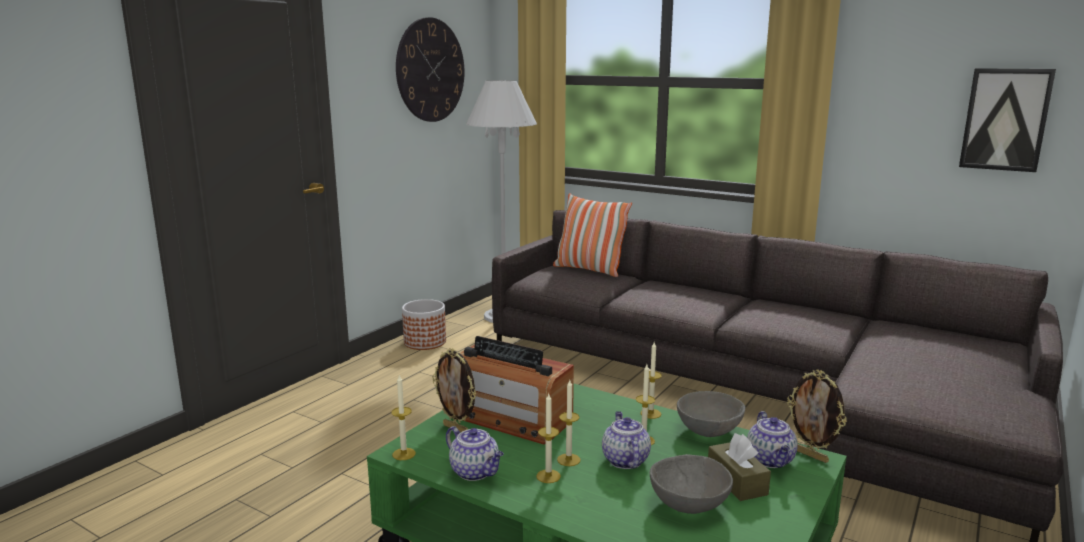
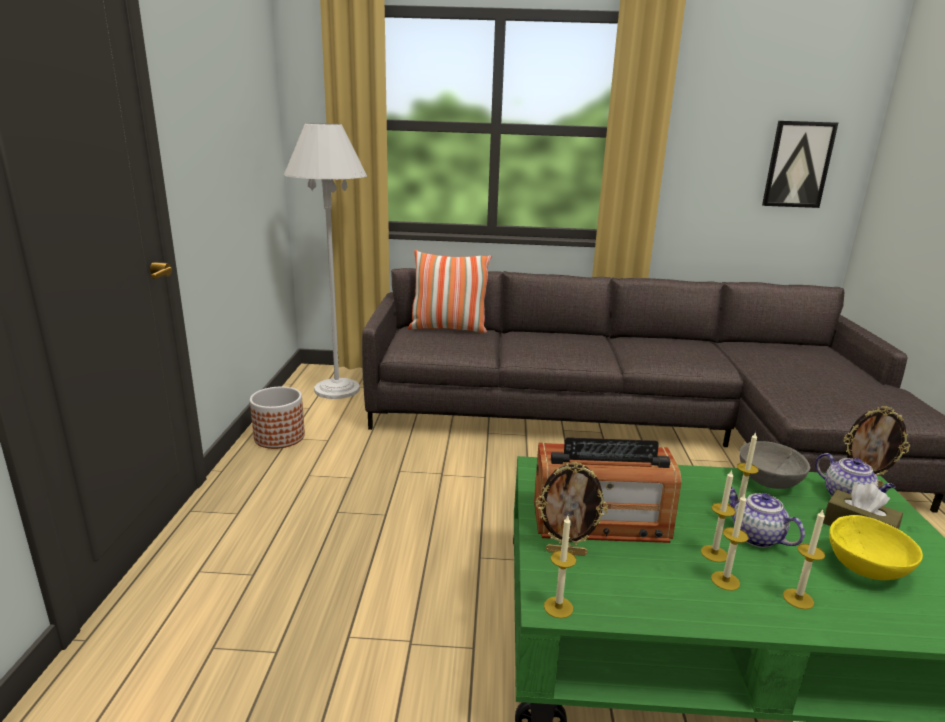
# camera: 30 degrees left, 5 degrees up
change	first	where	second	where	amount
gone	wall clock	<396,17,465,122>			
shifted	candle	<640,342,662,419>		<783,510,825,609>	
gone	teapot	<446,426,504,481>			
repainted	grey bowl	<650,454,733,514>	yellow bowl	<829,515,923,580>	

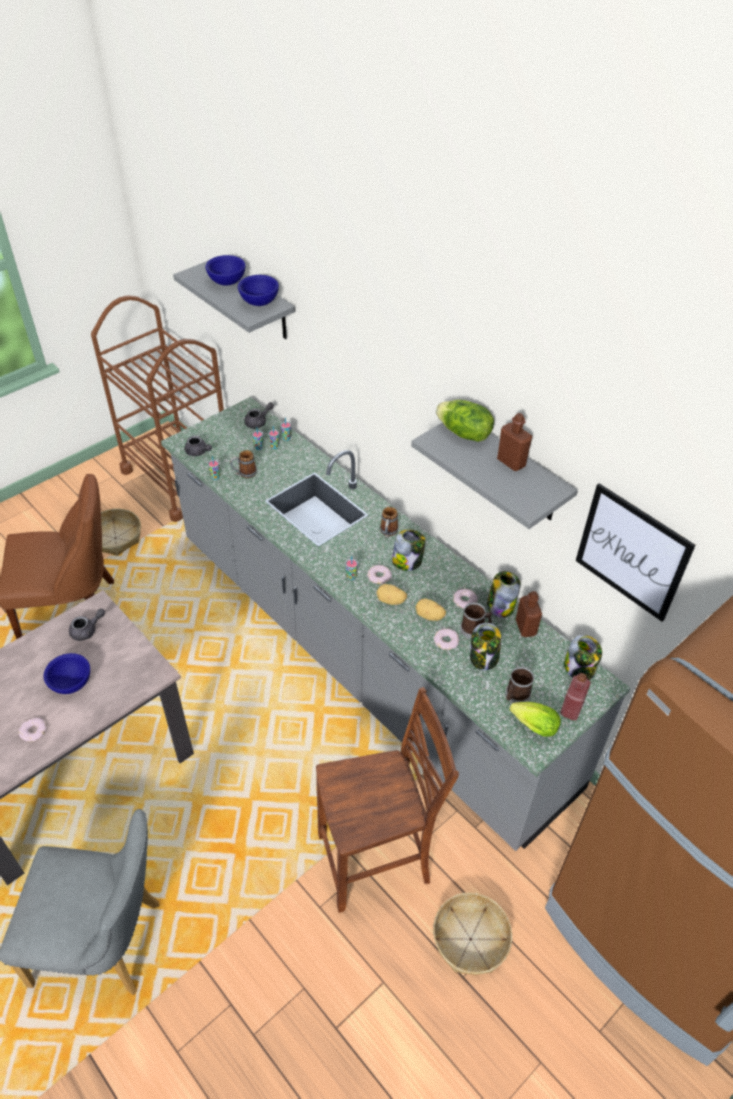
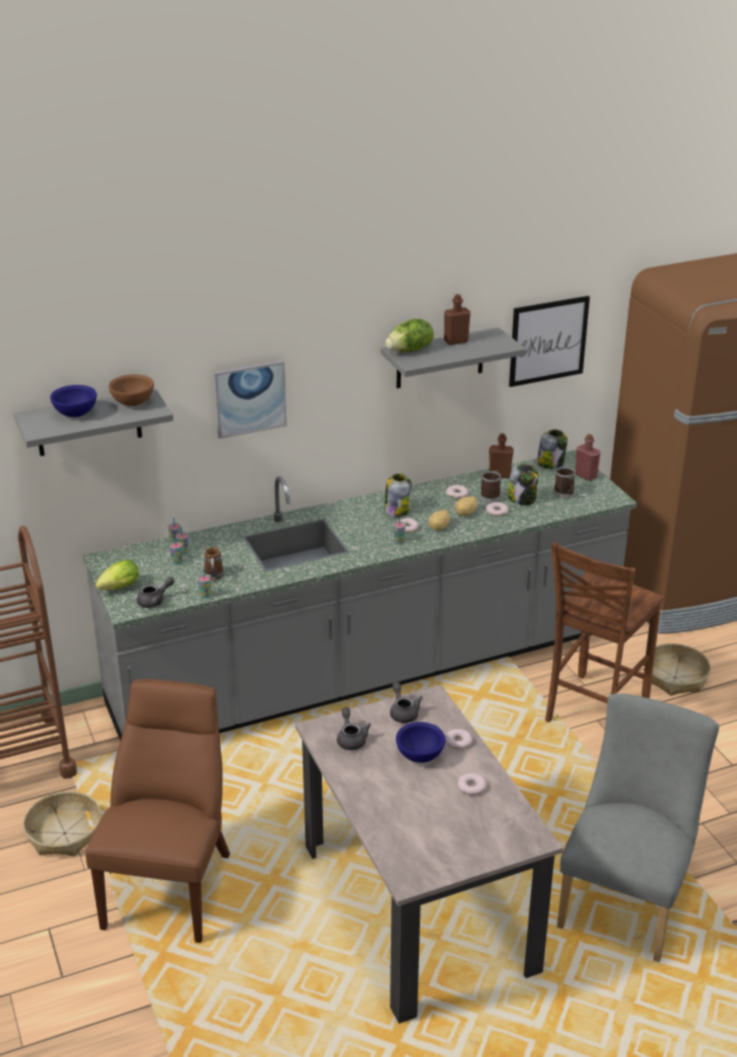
# camera: 70 degrees left, 15 degrees down
change	first	where	second	where	amount
repainted	blue bowl	<238,275,279,306>	brown bowl	<109,374,154,406>	
shifted	grey teapot	<244,402,274,429>		<390,682,423,723>	
gone	mug	<380,507,398,538>			
gone	jar	<487,571,521,618>			
rotated	brown chair	<316,687,459,913>		<545,542,663,722>	150 degrees counterclockwise
shifted	lettuce	<509,702,561,737>		<95,560,139,590>	
new			picture	<214,360,287,439>	
new			donut	<445,729,473,749>	

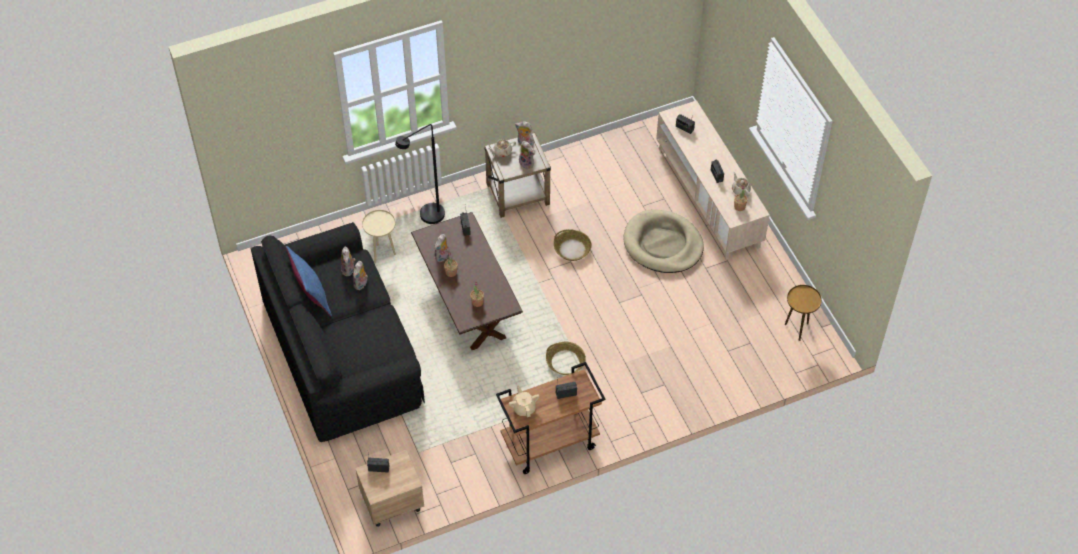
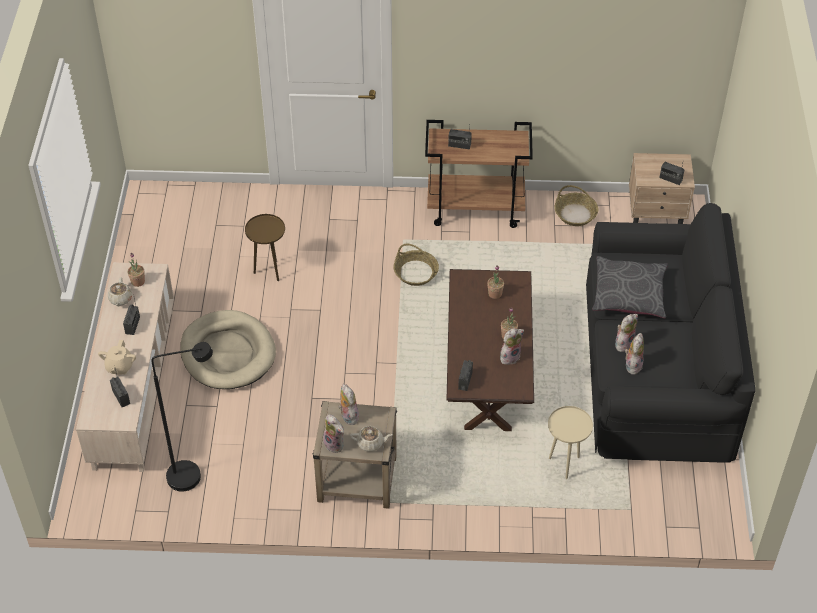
# camera: 155 degrees left, 5 degrees down
change	first	where	second	where	amount
shifted	black floor lamp	<395,124,445,224>		<151,342,213,492>	
shifted	basket	<554,229,592,261>		<555,185,598,226>	
gone	blue pillow	<286,246,332,316>			
shifted	brown side table	<785,285,822,341>		<245,214,285,281>	
shifted	beige teapot	<508,385,539,417>		<98,340,136,375>	
new			grey pillow	<592,256,668,318>	

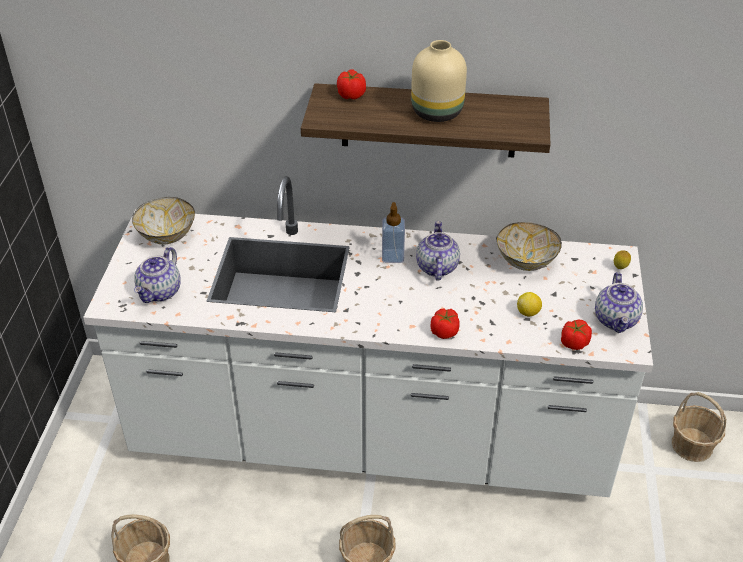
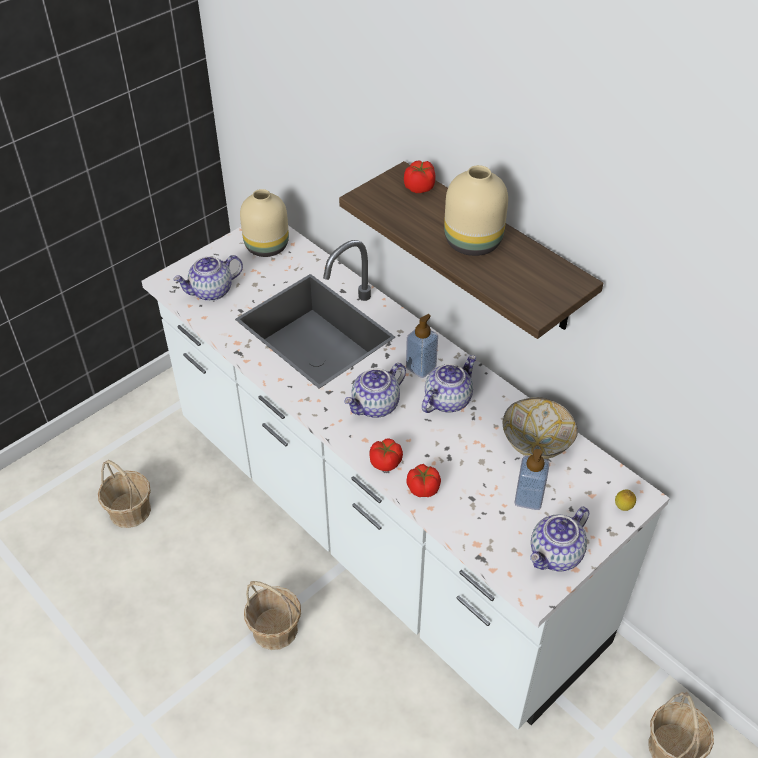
# camera: 40 degrees right, 5 degrees up
change	first	where	second	where	amount
swapped	bowl	<132,197,195,245>	beige vase	<240,189,289,257>	
gone	lemon	<517,292,542,317>			
shifted	tomato	<561,320,592,350>		<406,464,441,497>	
new			teapot	<344,363,406,418>	
new			soap dispenser	<514,449,550,510>	

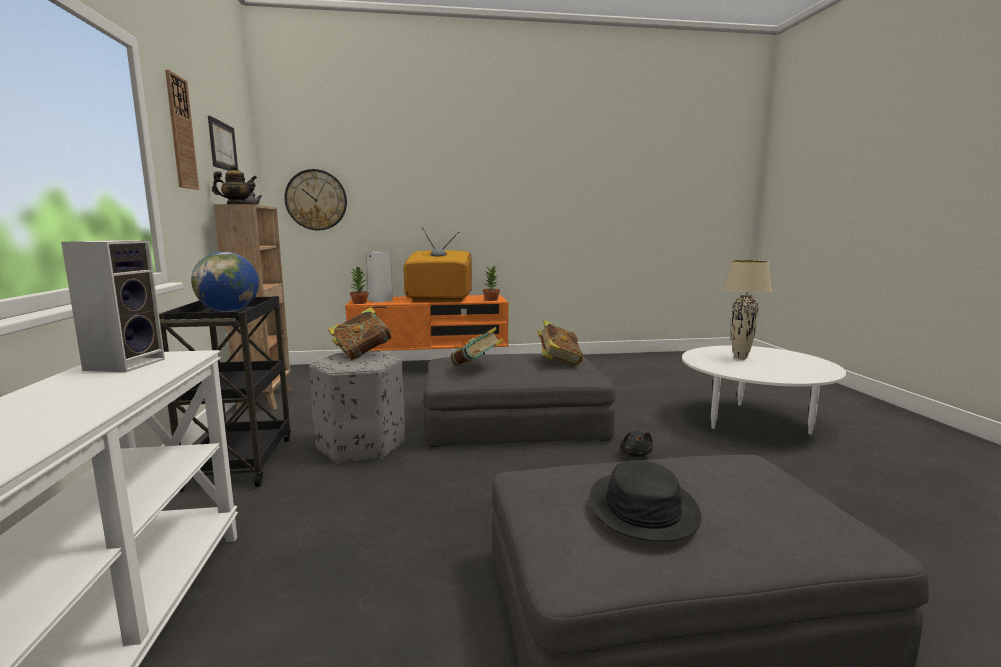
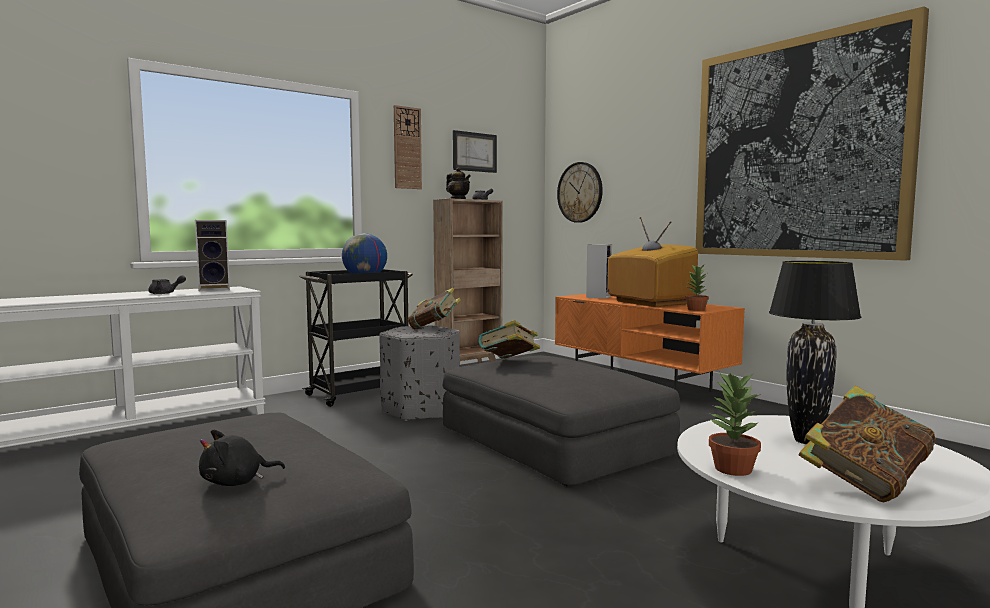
# camera: 60 degrees right, 5 degrees down
change	first	where	second	where	amount
repainted	beige table lamp	<723,260,772,360>	black table lamp	<769,261,861,444>	
shifted	potted plant	<350,266,369,304>		<709,372,761,476>	
shifted	book	<537,320,583,366>		<799,385,935,503>	
shifted	black plush toy	<620,430,653,457>		<199,430,285,486>	
gone	black hat	<589,460,702,541>			
new			picture	<696,6,929,261>	
new			grey teapot	<148,275,186,294>	

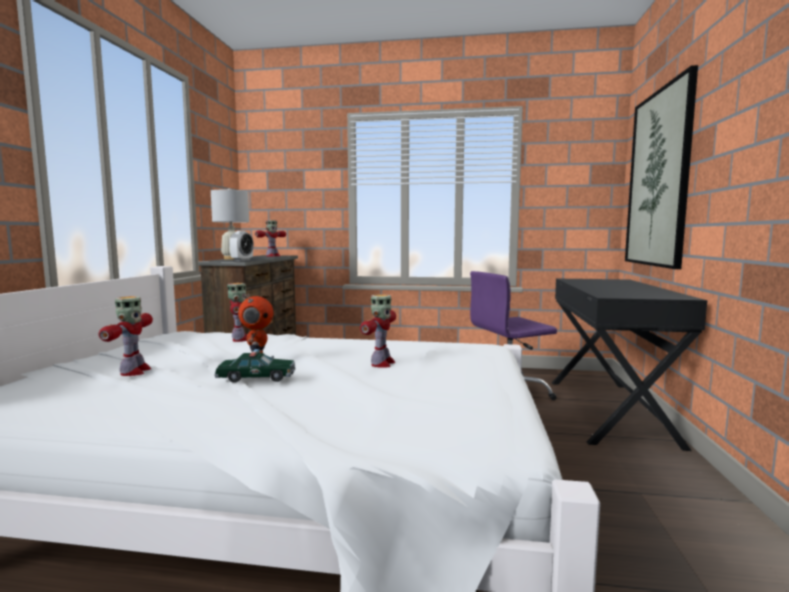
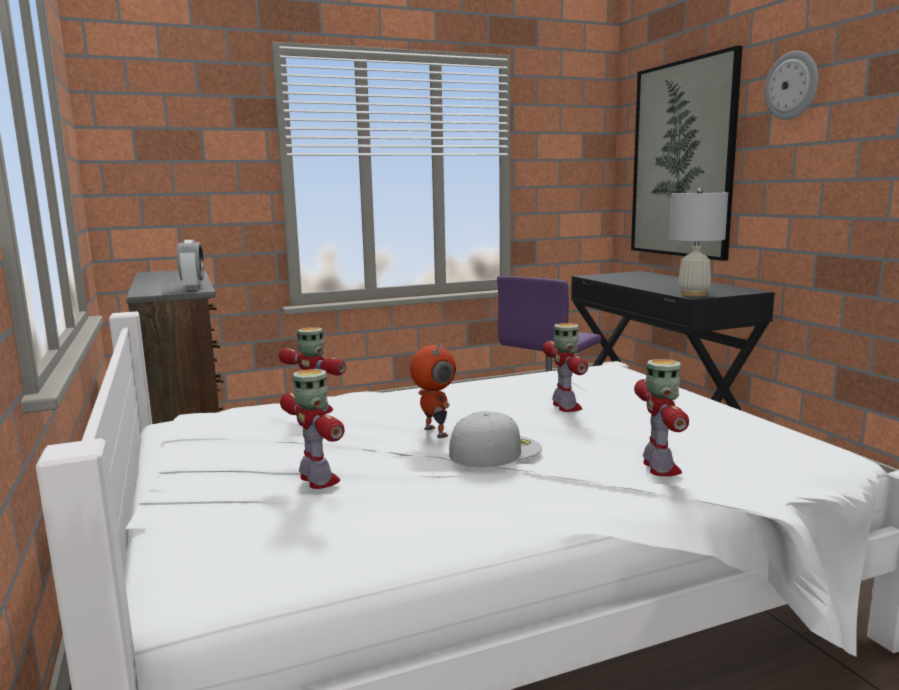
# camera: 30 degrees left, 5 degrees up
change	first	where	second	where	amount
shifted	white table lamp	<211,188,249,260>		<669,188,728,297>	
shifted	toy robot	<255,220,286,257>		<634,359,689,476>	
swapped	toy car	<214,349,295,383>	white cap	<449,411,542,468>	
new			wall clock	<765,51,818,120>	

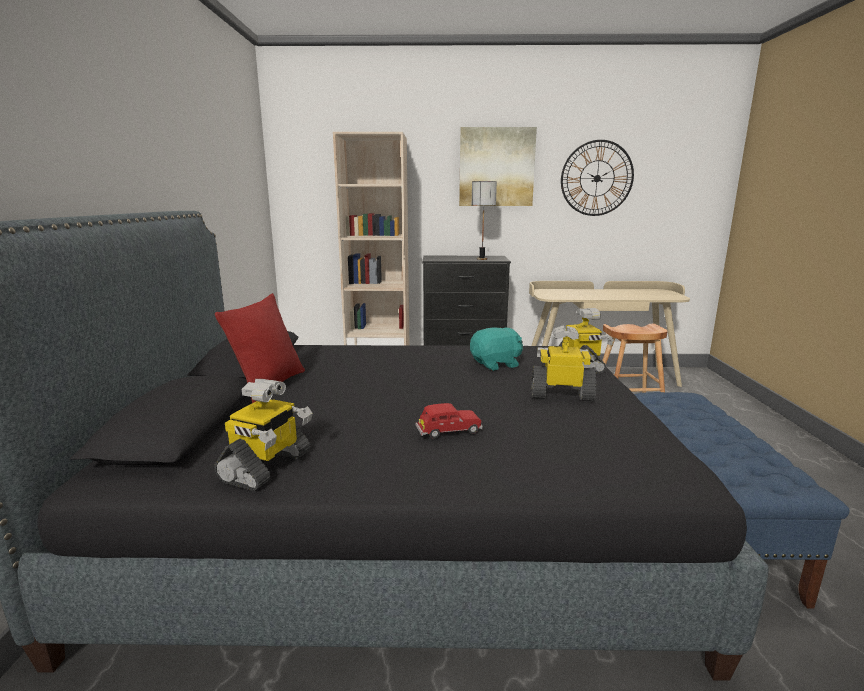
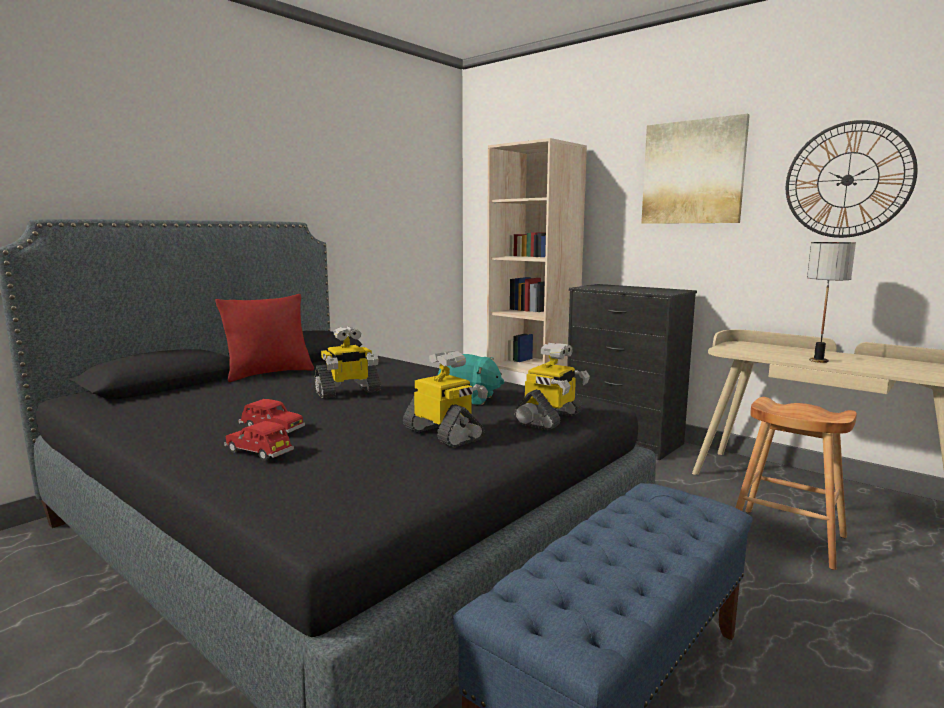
# camera: 40 degrees right, 5 degrees down
change	first	where	second	where	amount
shifted	table lamp	<472,181,497,260>		<807,242,856,363>	
shifted	toy robot	<214,379,313,491>		<314,326,381,399>	
new			red toy car	<224,421,294,461>	

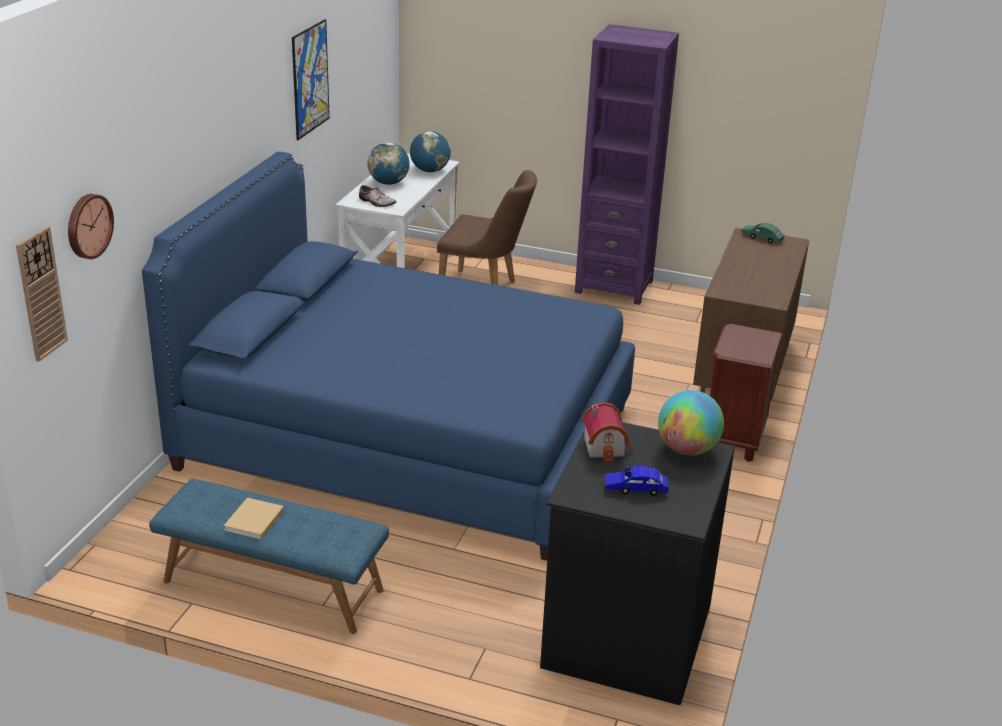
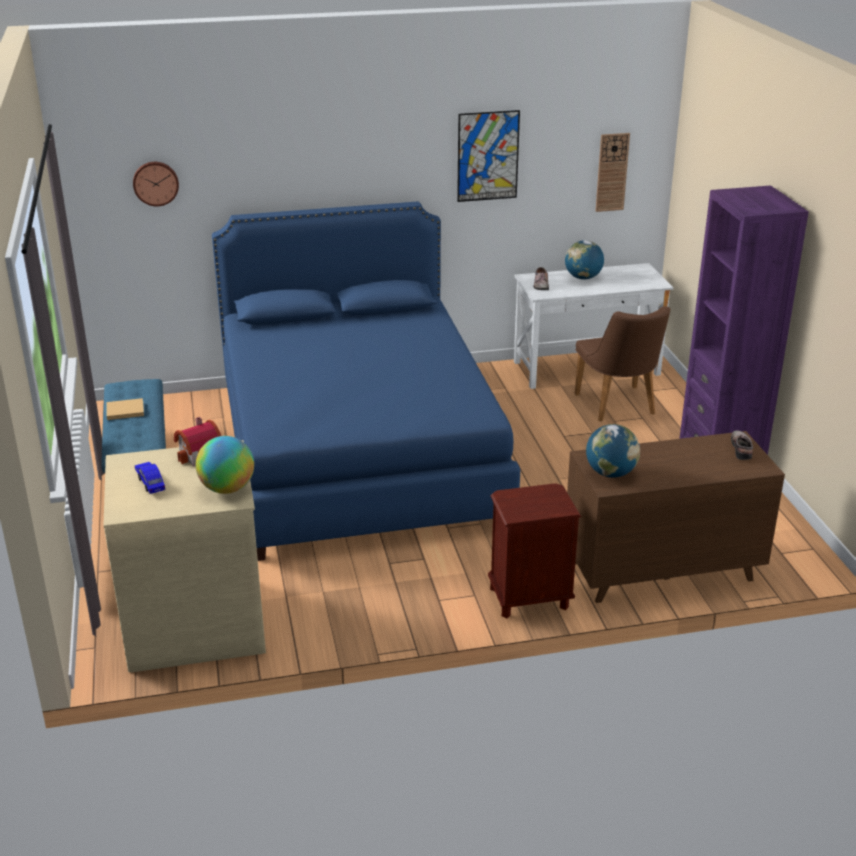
# camera: 60 degrees right, 0 degrees up
change	first	where	second	where	amount
shifted	globe	<410,131,451,172>		<586,424,640,478>	
swapped	green toy car	<741,223,784,243>	shoe	<731,431,753,460>	
shifted	wall clock	<16,226,68,362>		<596,133,630,212>	
repainted	black dresser	<540,422,735,705>	beige dresser	<103,440,266,672>	

